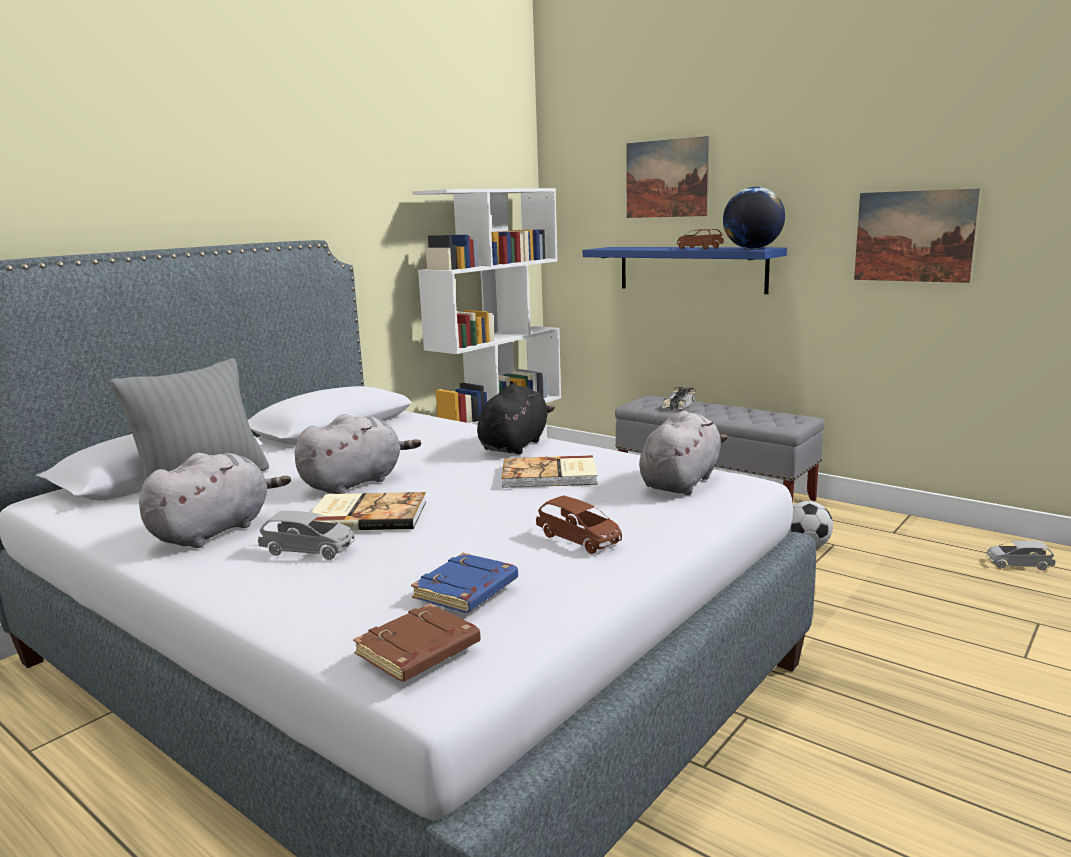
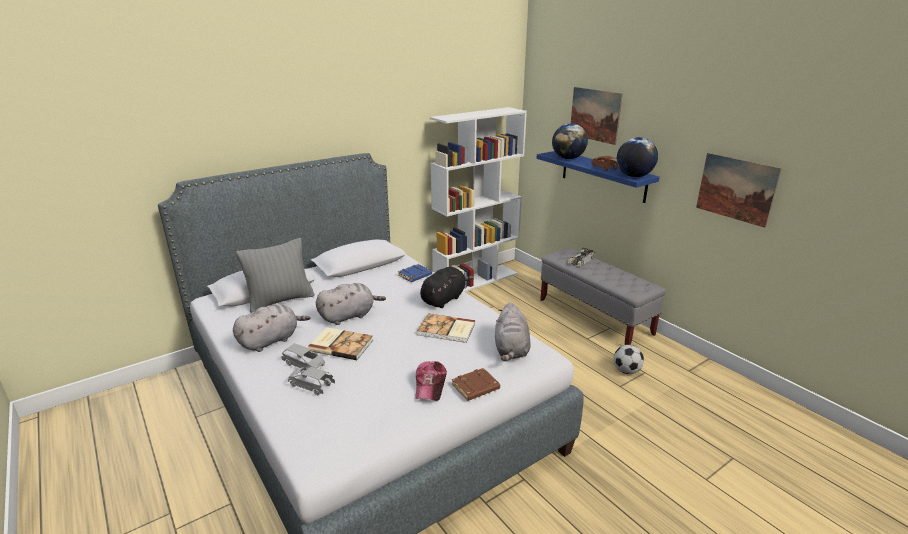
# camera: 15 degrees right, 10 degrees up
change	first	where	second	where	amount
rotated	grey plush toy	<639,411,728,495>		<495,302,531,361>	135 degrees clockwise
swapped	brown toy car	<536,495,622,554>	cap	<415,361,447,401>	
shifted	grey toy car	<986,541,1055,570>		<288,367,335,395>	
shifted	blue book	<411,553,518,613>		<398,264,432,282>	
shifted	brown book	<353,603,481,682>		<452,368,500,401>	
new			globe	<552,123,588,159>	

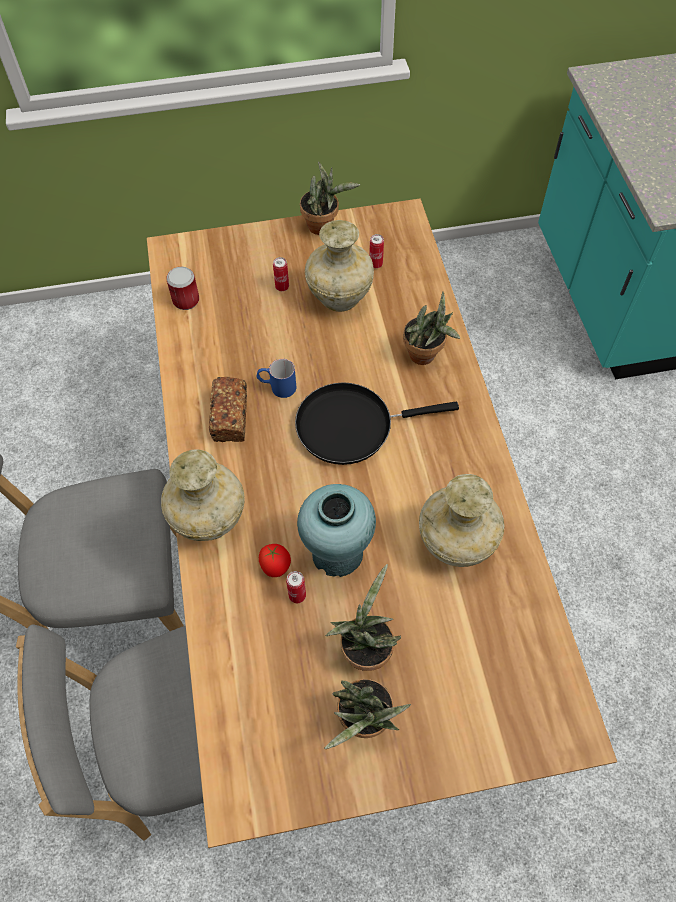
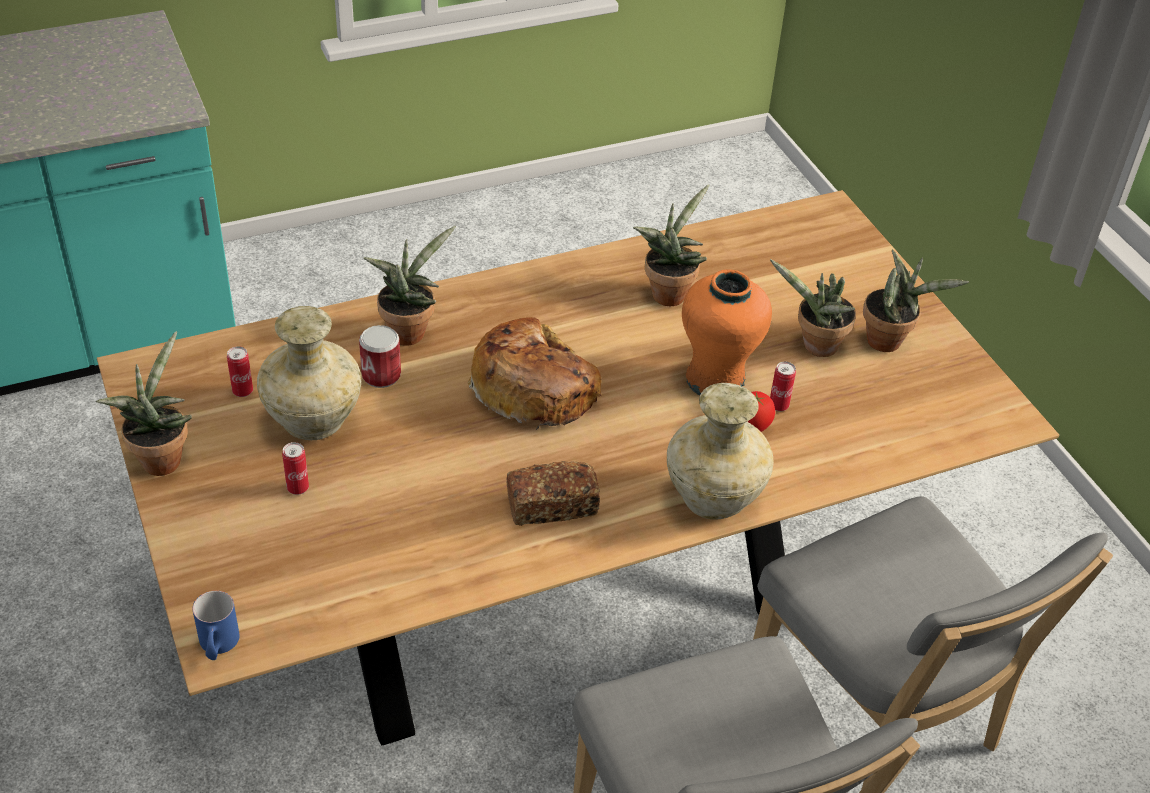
# camera: 105 degrees left, 15 degrees down
change	first	where	second	where	amount
shifted	can	<166,267,199,310>		<359,325,401,388>	
shifted	blue mug	<257,359,296,398>		<193,591,240,660>	
swapped	black frying pan	<295,383,459,465>	bread	<468,317,601,430>	
swapped	beige vase	<419,474,504,567>	potted plant	<633,185,709,306>	
repainted	turquoise vase	<297,484,376,577>	orange vase	<682,270,772,395>	

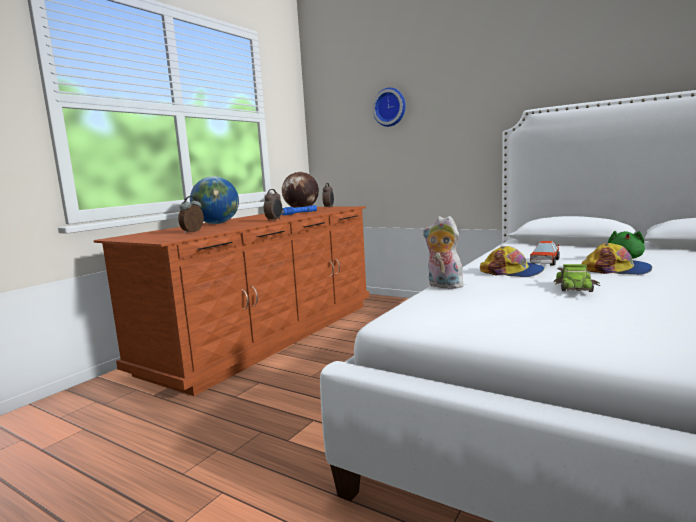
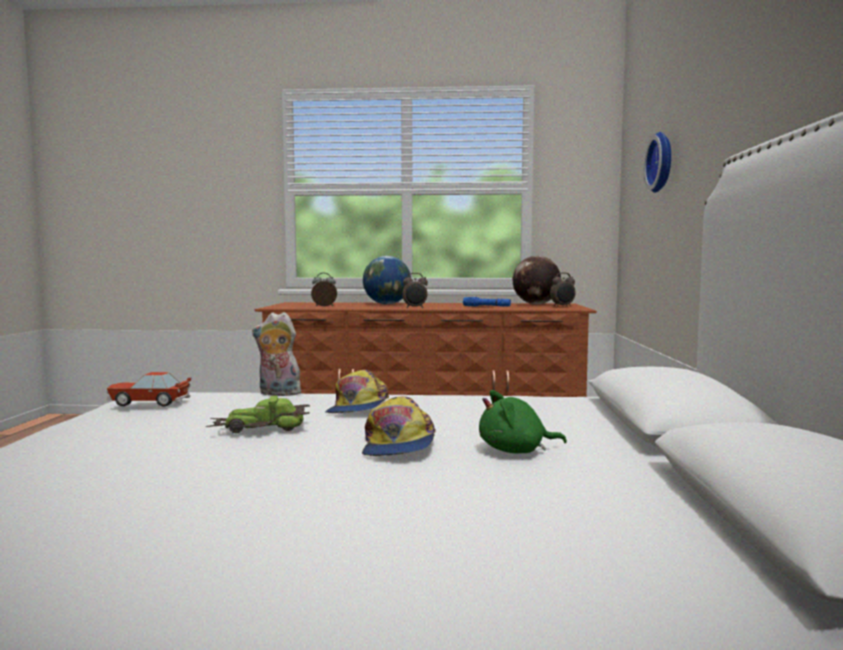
# camera: 60 degrees right, 5 degrees down
change	first	where	second	where	amount
rotated	plush toy	<423,216,464,289>		<252,312,301,396>	90 degrees counterclockwise
shifted	toy car	<530,241,560,266>		<107,372,191,406>	

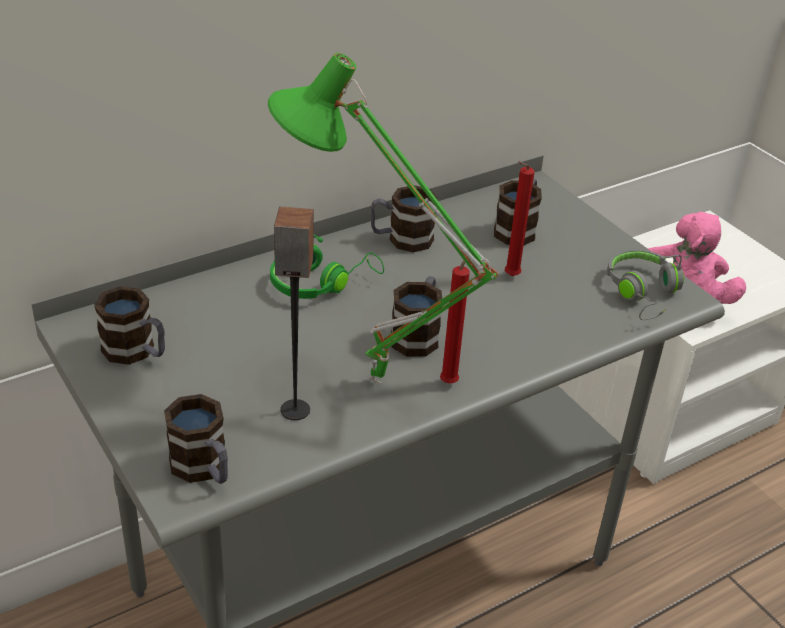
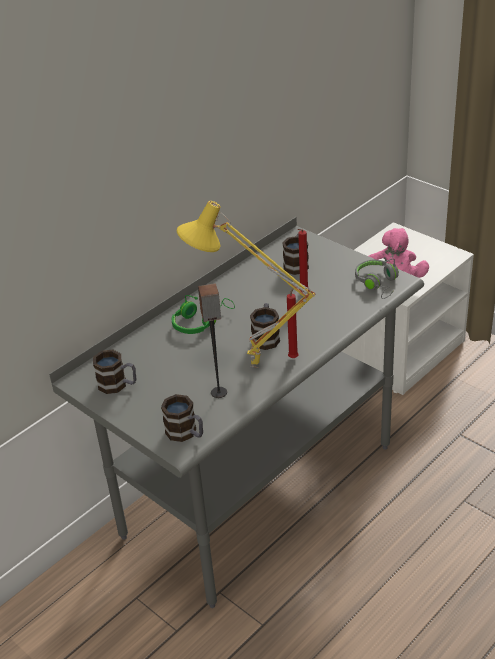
# camera: 10 degrees left, 0 degrees up
change	first	where	second	where	amount
repainted	green table lamp	<268,53,498,384>	yellow table lamp	<177,201,315,368>	
gone	mug	<371,185,438,253>			

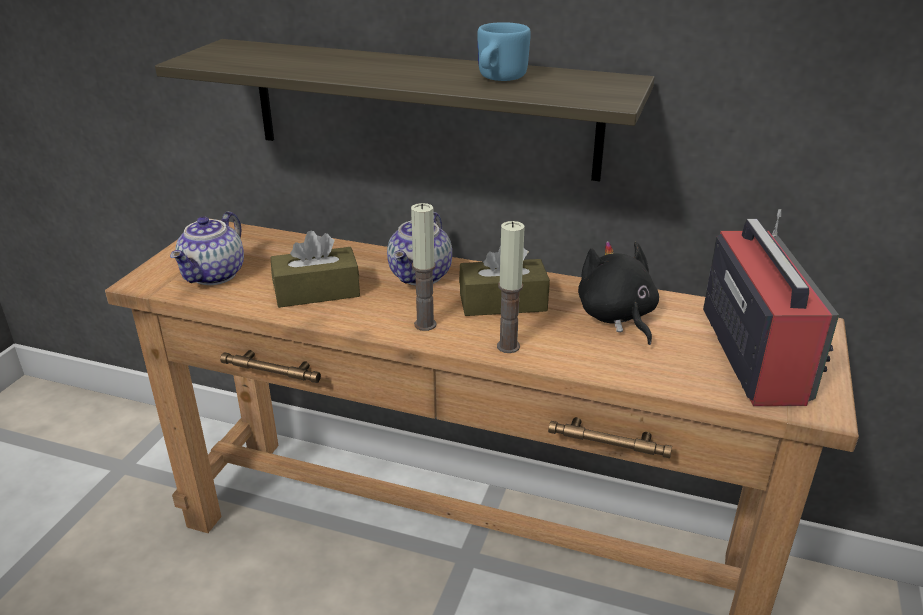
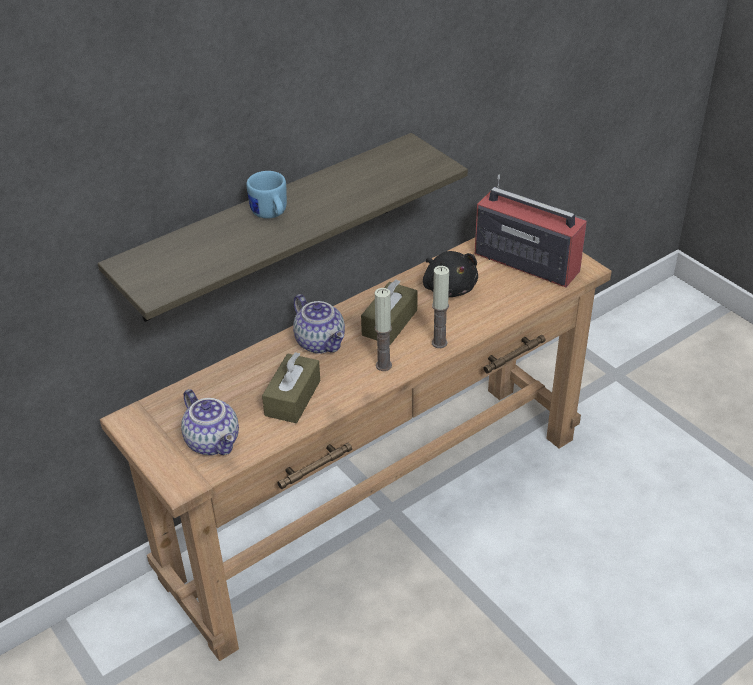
# camera: 55 degrees left, 10 degrees up
change	first	where	second	where	amount
shifted	blue mug	<477,22,531,81>		<246,171,287,219>	
rotated	black plush toy	<578,241,659,345>		<423,251,478,297>	135 degrees counterclockwise

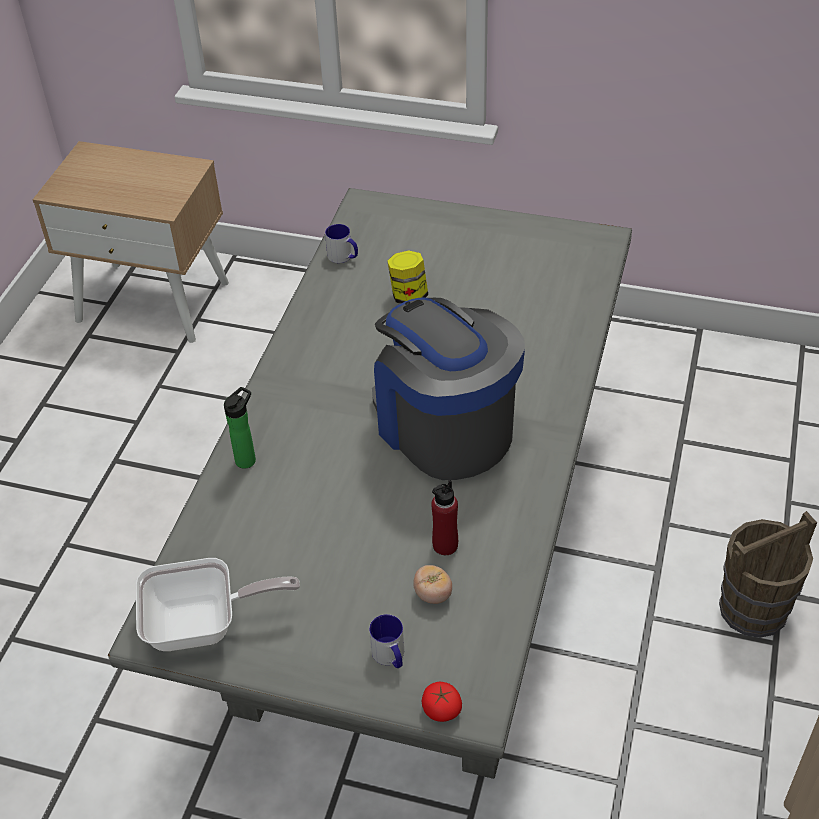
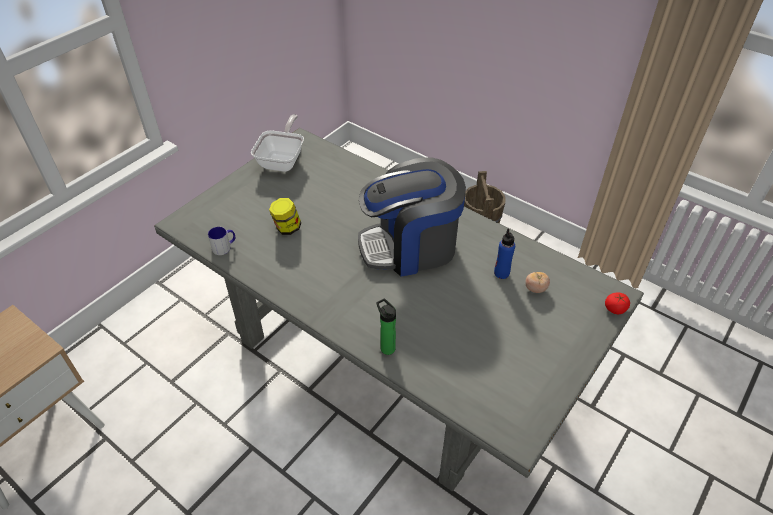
# camera: 70 degrees left, 0 degrees up
change	first	where	second	where	amount
repainted	red bottle	<431,480,458,555>	blue bottle	<494,229,515,279>	
shifted	frying pan	<136,558,300,651>		<251,114,304,172>	
gone	mug	<369,614,404,668>			

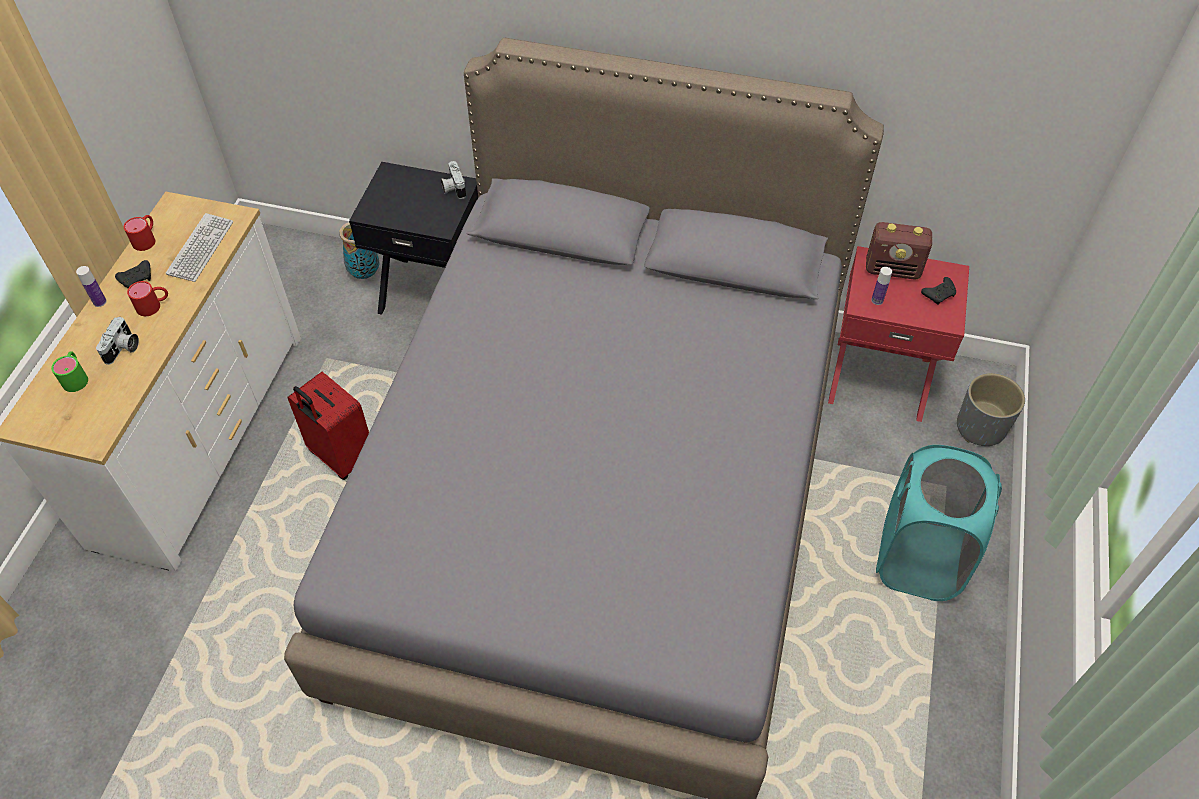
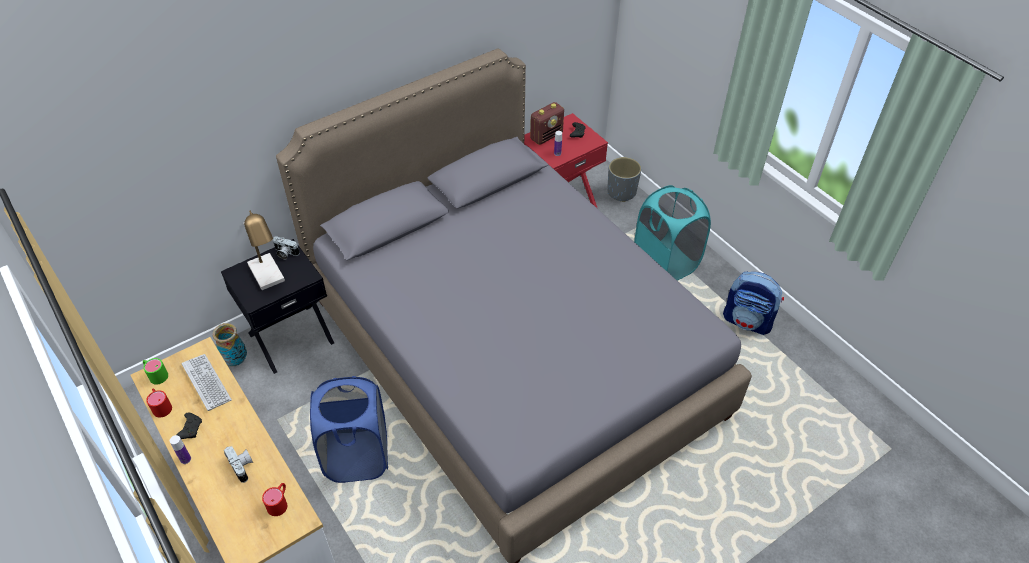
# camera: 50 degrees left, 5 degrees down
change	first	where	second	where	amount
shifted	red mug	<127,281,168,316>		<262,483,287,516>	
shifted	green mug	<51,351,88,392>		<143,358,168,385>	
swapped	red suitcase	<287,372,369,480>	blue laundry basket	<310,376,388,483>	
new			table lamp	<243,210,285,290>	
new			backpack	<723,271,784,335>	

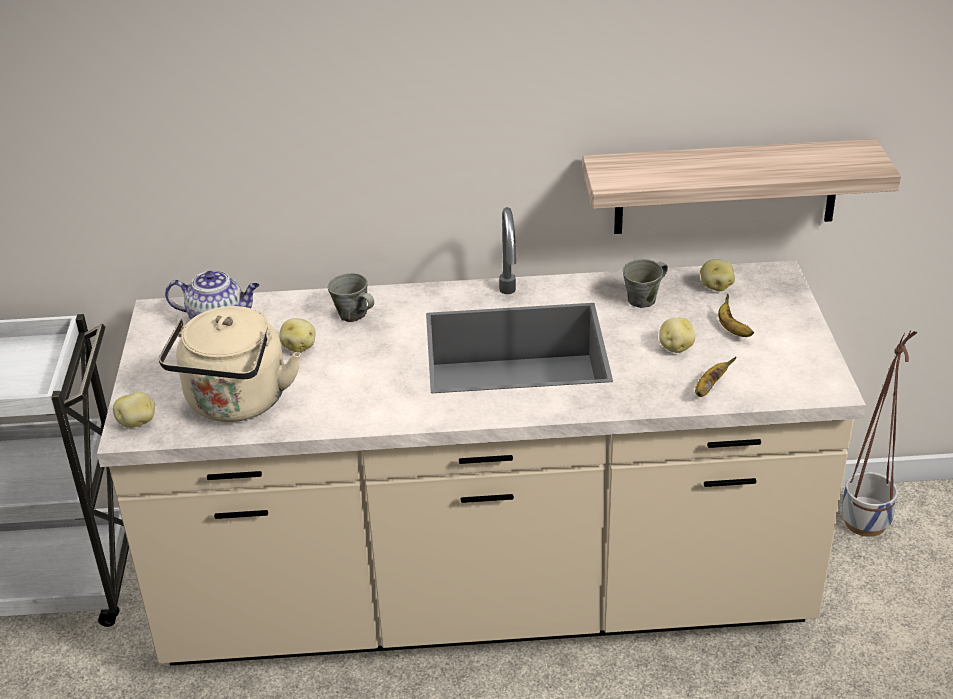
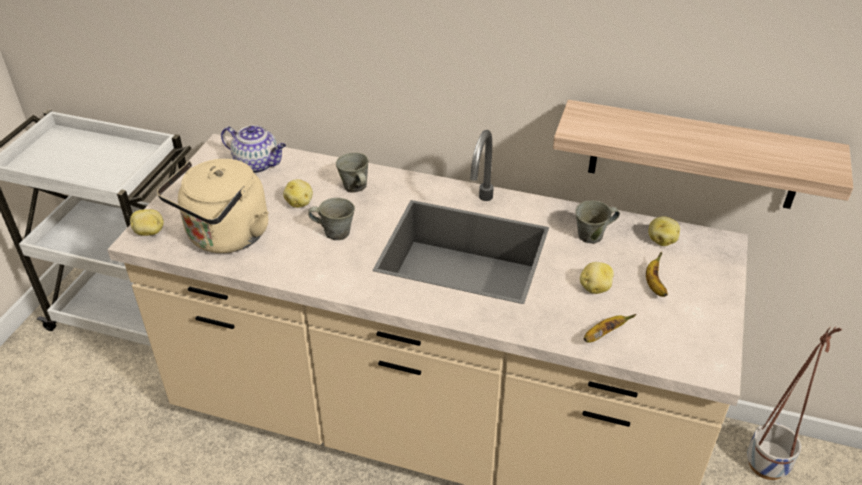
# camera: 20 degrees right, 5 degrees up
change	first	where	second	where	amount
new			grey mug	<308,198,355,240>	

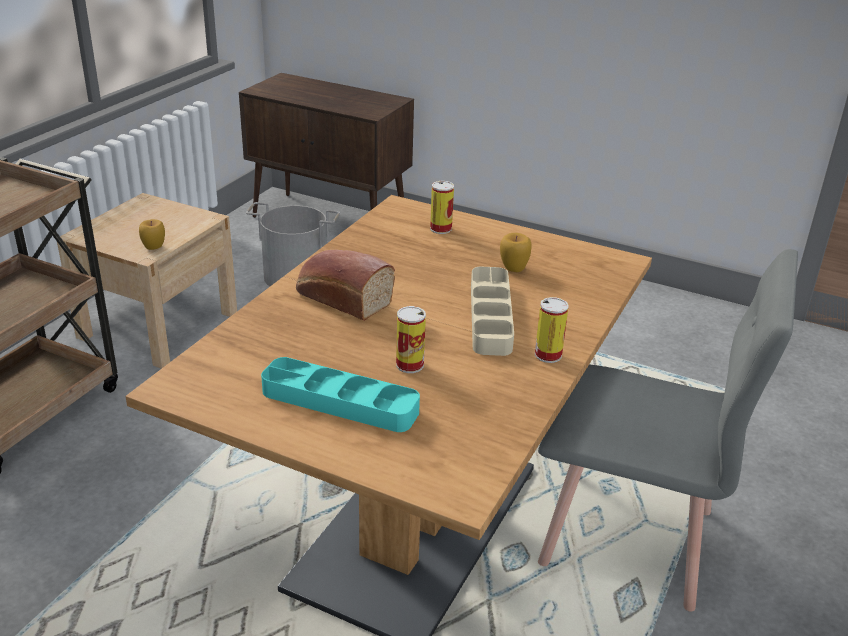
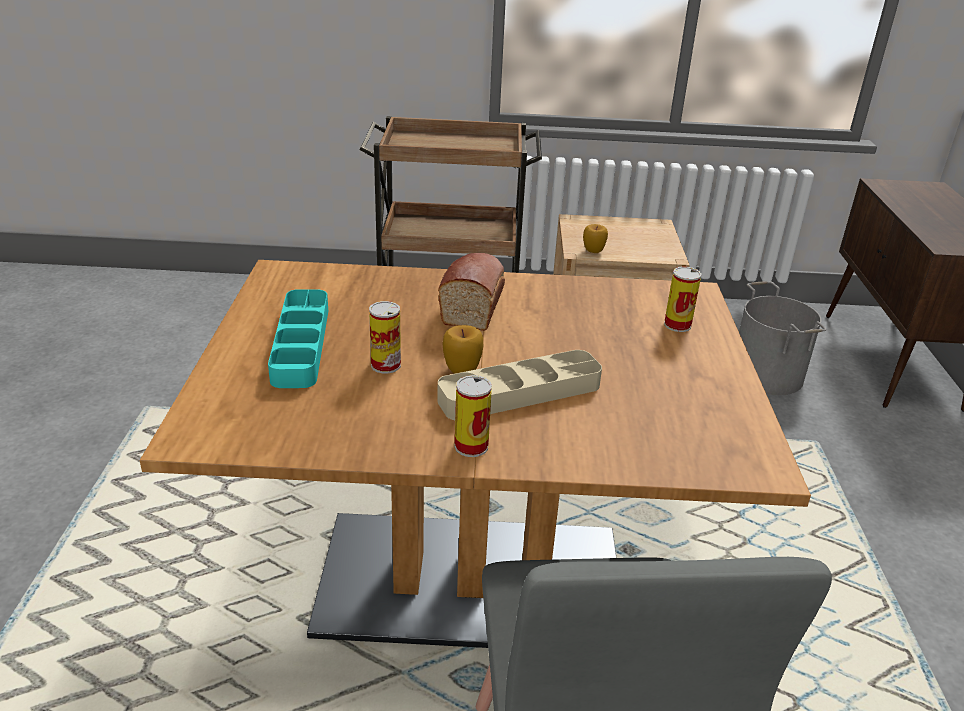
# camera: 65 degrees right, 0 degrees up
change	first	where	second	where	amount
shifted	apple	<500,233,532,272>		<443,325,483,374>	

